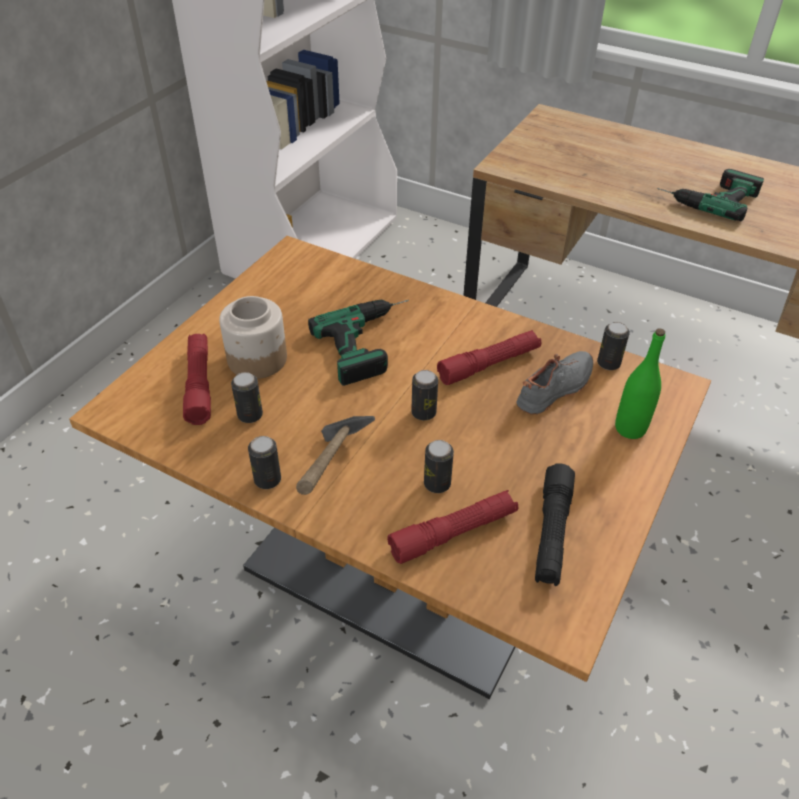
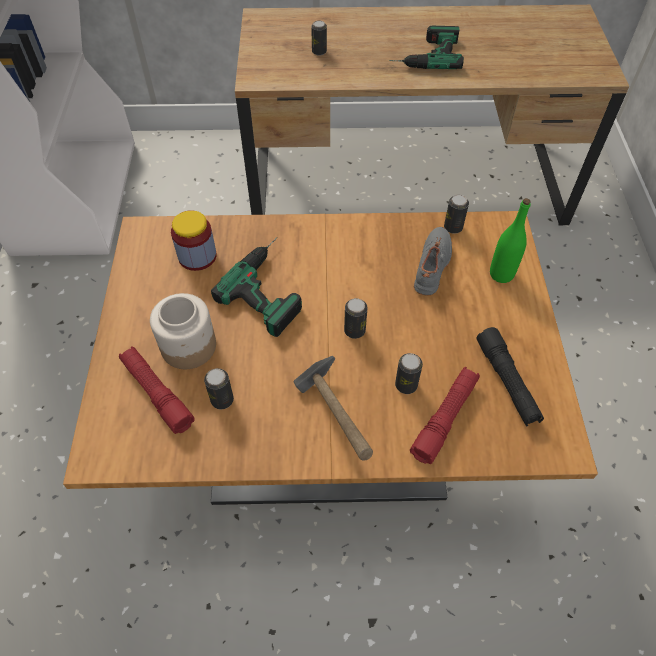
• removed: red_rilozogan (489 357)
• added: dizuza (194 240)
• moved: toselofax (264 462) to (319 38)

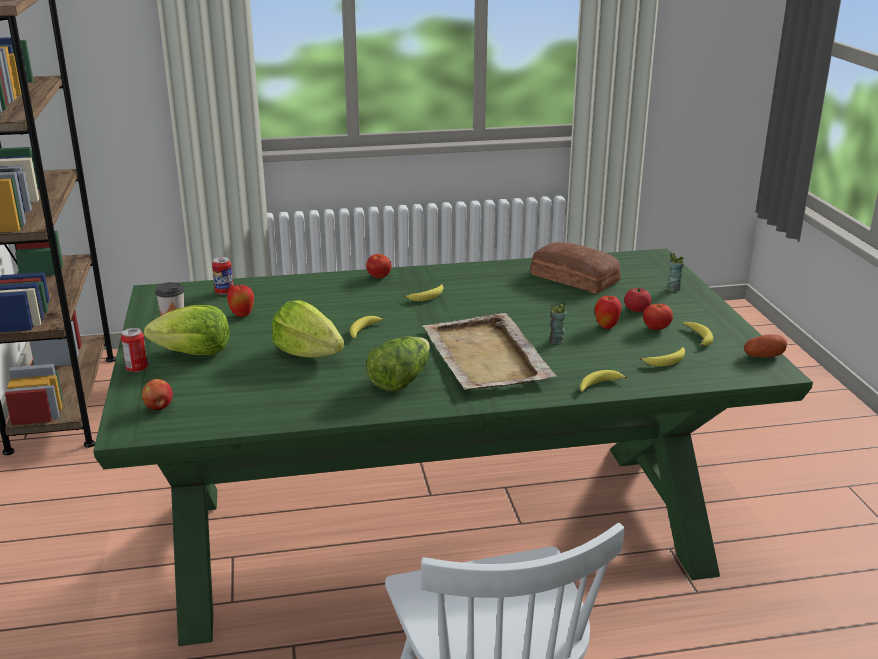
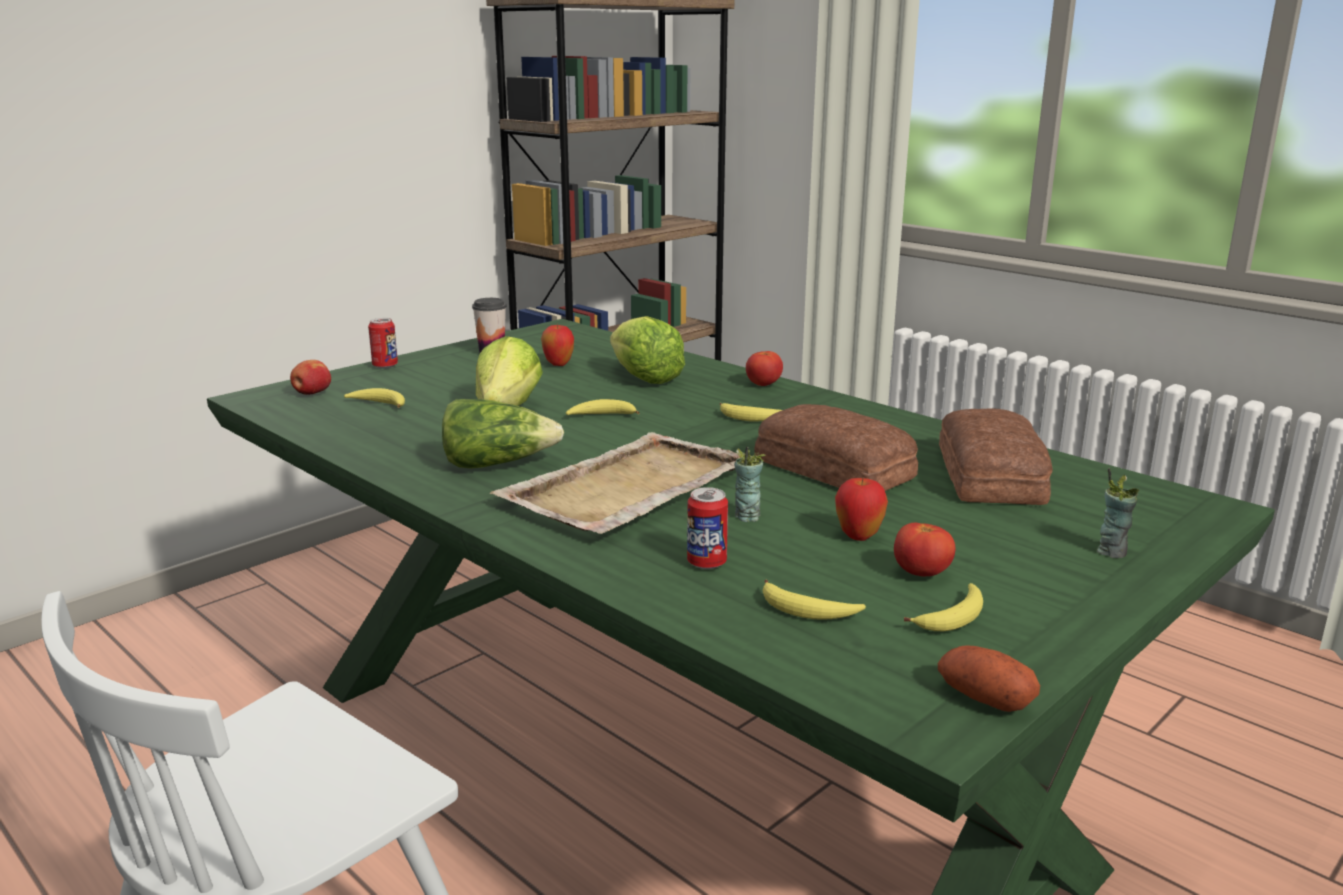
• removed: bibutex (638 300)
• added: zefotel (836 447)
• moved: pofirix (187 330) to (647 350)
• moved: toselofax (222 276) to (707 528)
• moved: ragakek (604 381) to (374 398)

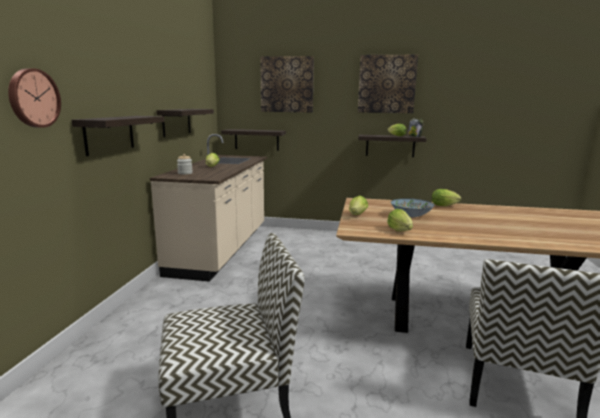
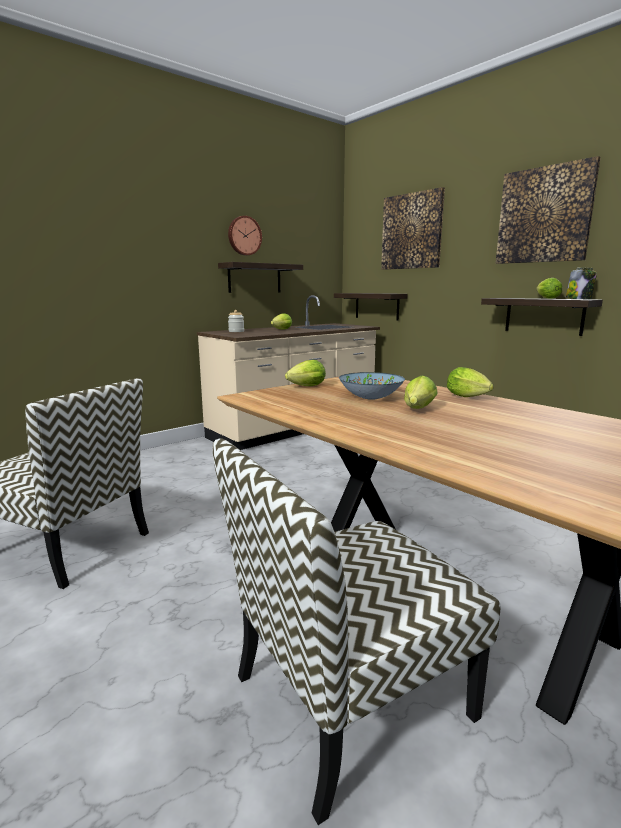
• removed: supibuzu (117 136)
• moved: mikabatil (34 98) to (245 236)
• moved: pofirix (400 220) to (421 392)

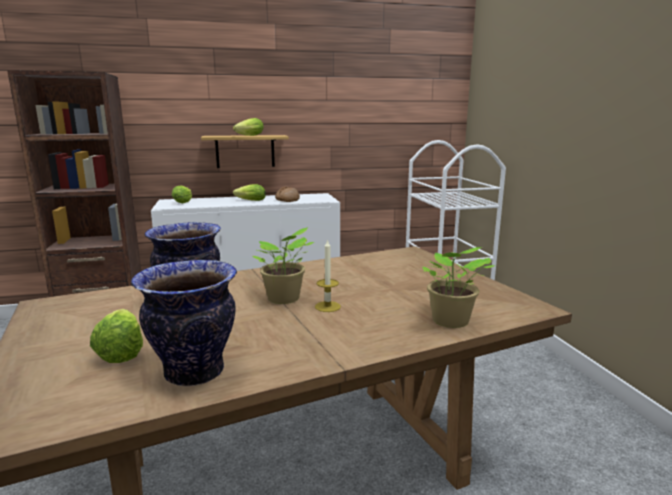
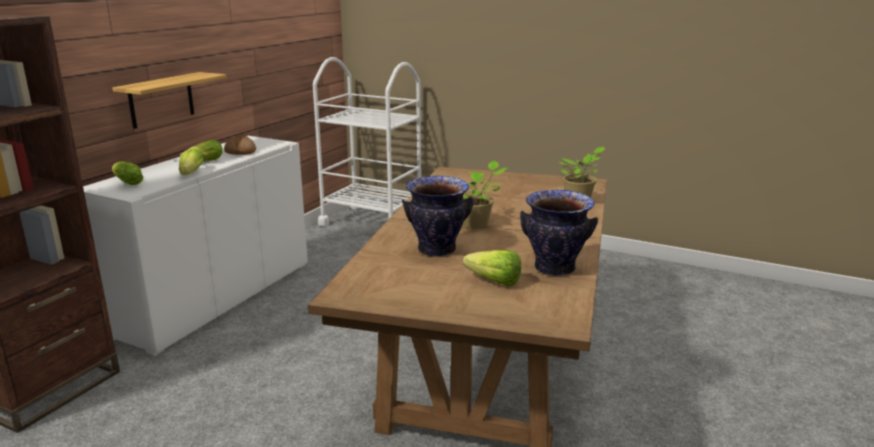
• removed: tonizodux (328 275)
• moved: pofirix (248 127) to (191 162)

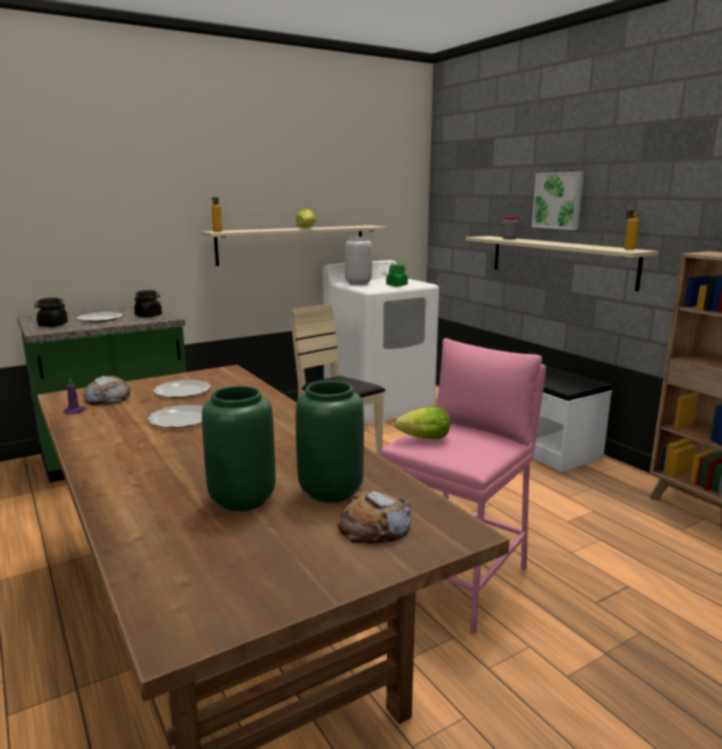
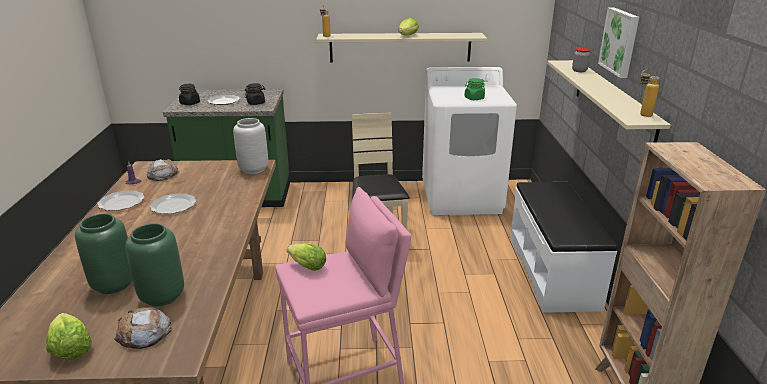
• added: pofirix (69 336)
• moved: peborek (182 389) to (120 200)
• moved: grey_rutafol (358 261) to (250 146)

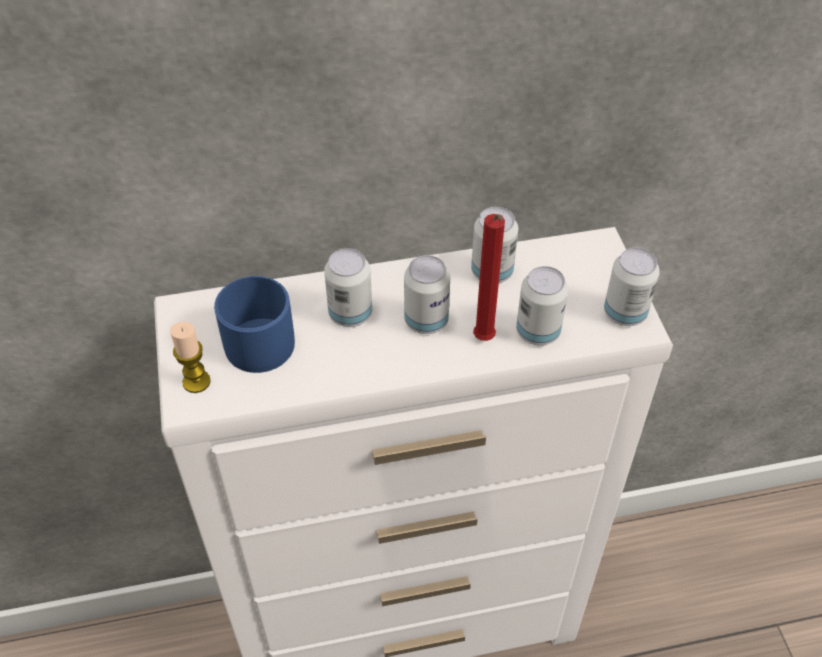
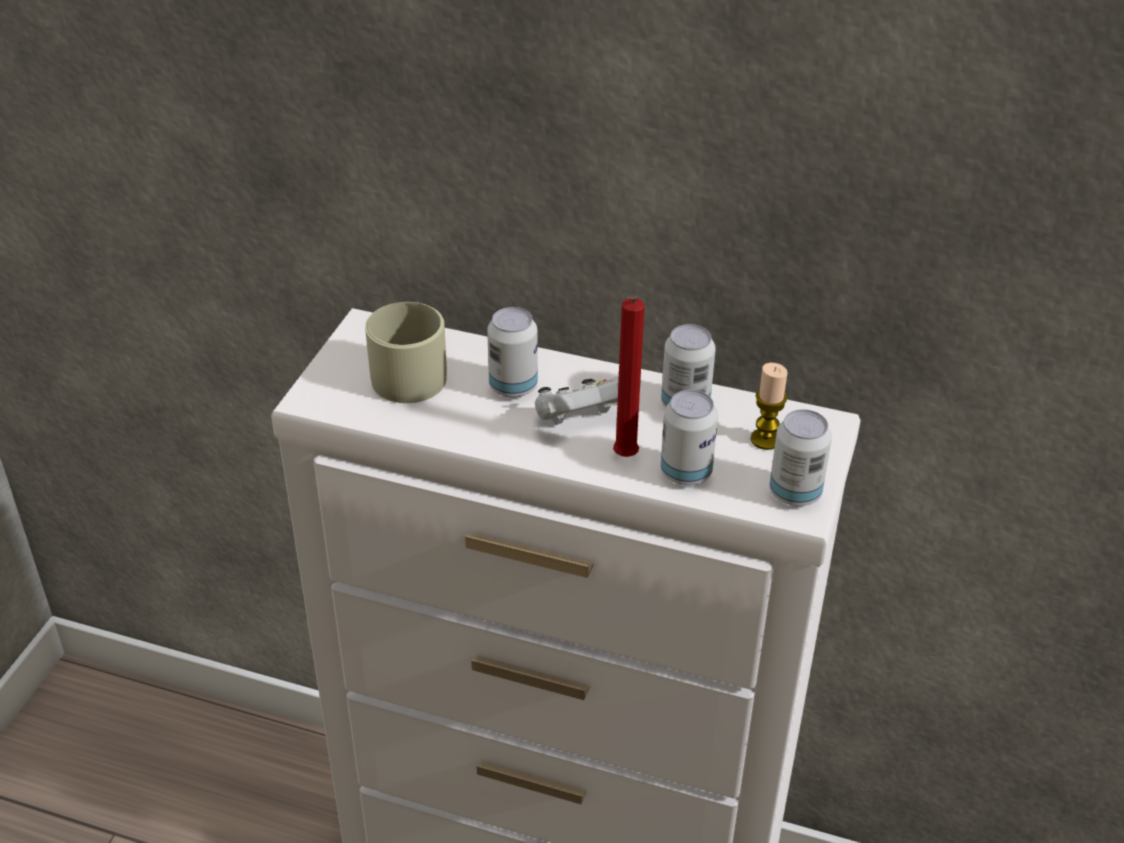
• moved: tonizodux (190 357) to (769 406)
• replaced: toselofax (427 294) to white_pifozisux (577 401)
• recoloured: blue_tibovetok (254 324) to beige_tibovetok (406 352)

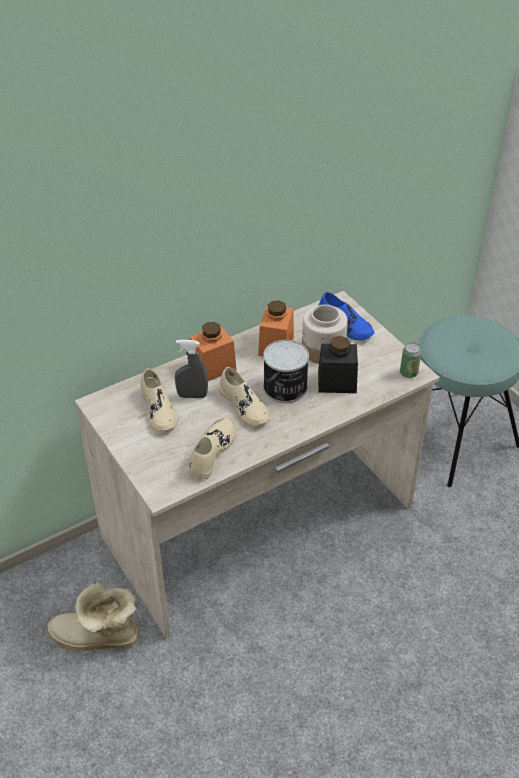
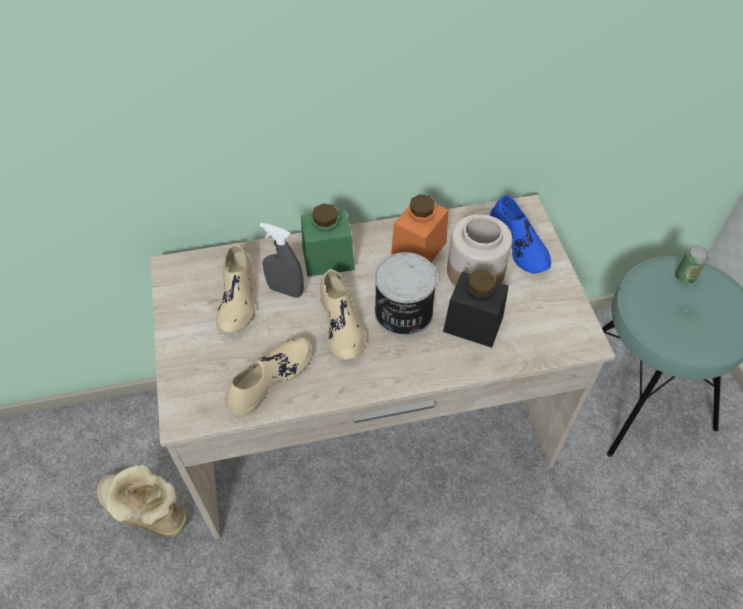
• moved: toselofax (410 360) to (691 264)
• recoloured: orange_dizuza (213 351) to green_dizuza (328 240)

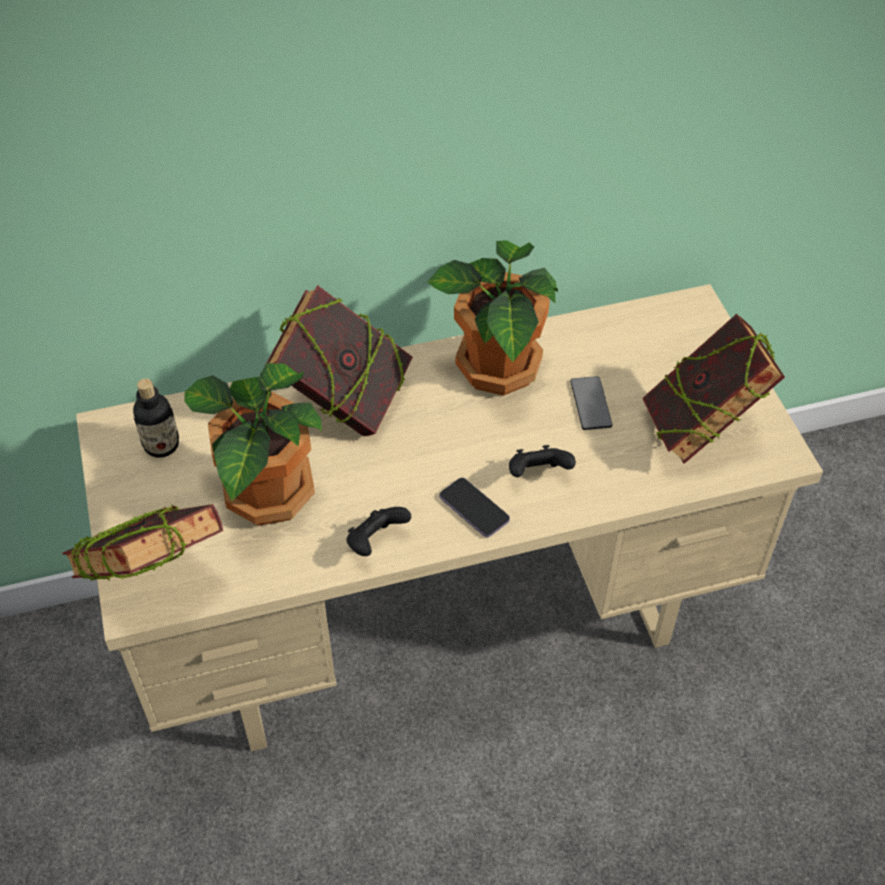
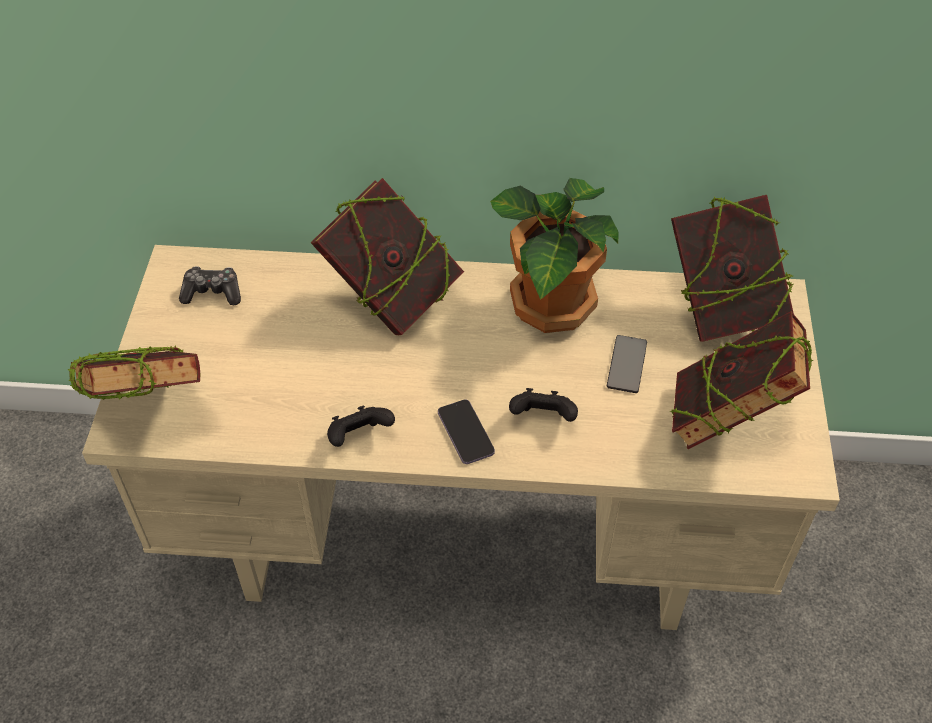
• removed: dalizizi (253 444)
• added: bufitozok (732 268)
• replaced: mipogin (156 418) to pifozisux (210 285)

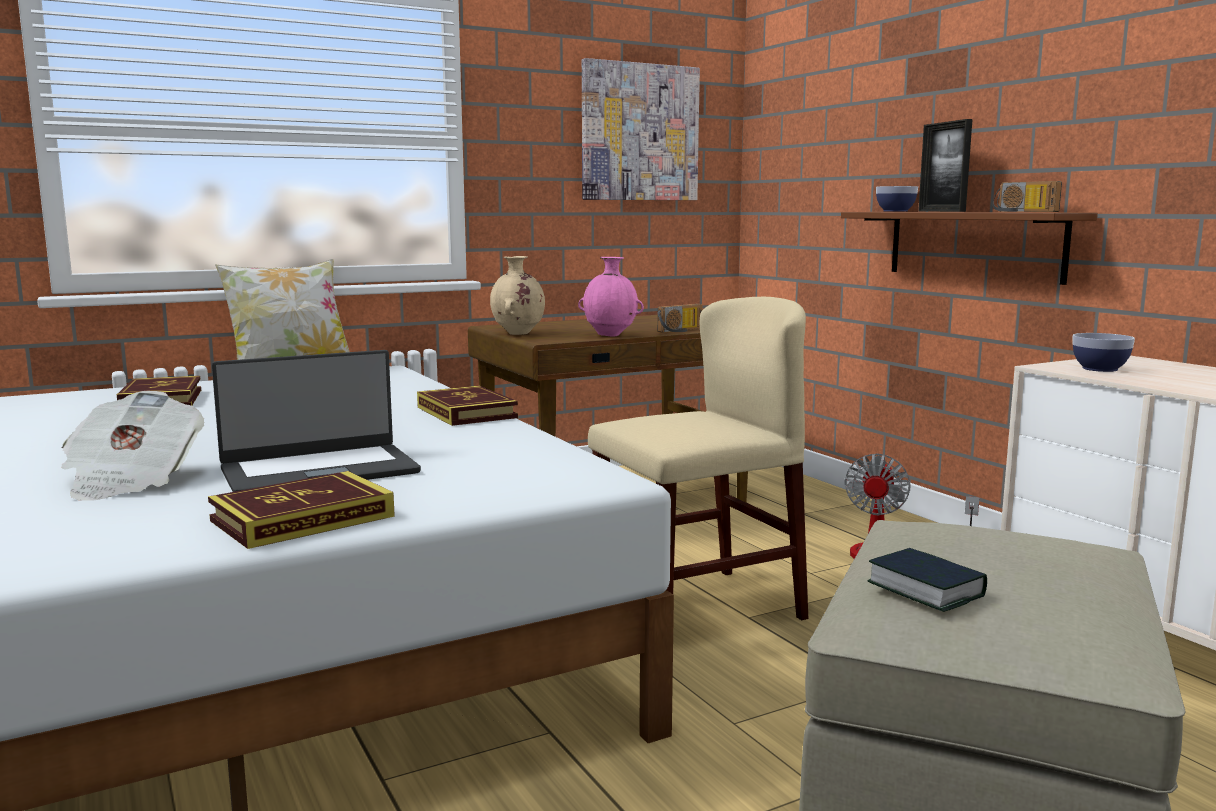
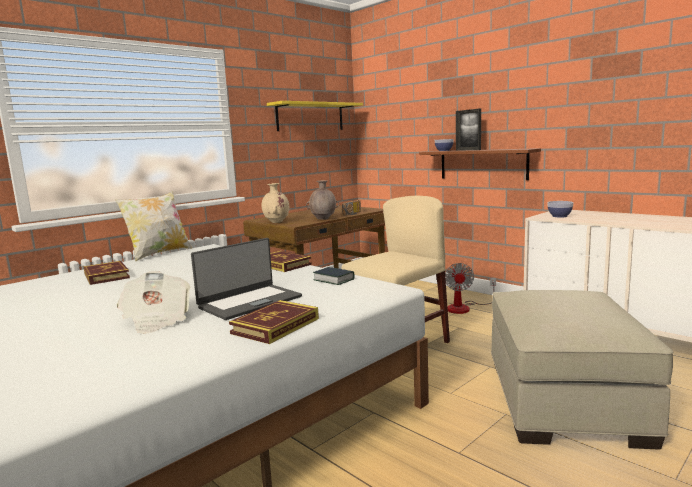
• removed: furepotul (1027 196)
• moved: bufitozok (927 580) to (333 276)
• replaced: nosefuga (641 129) to yellow_supibuzu (315 116)
• recoloured: pink_rutafol (611 296) to brown_rutafol (322 200)

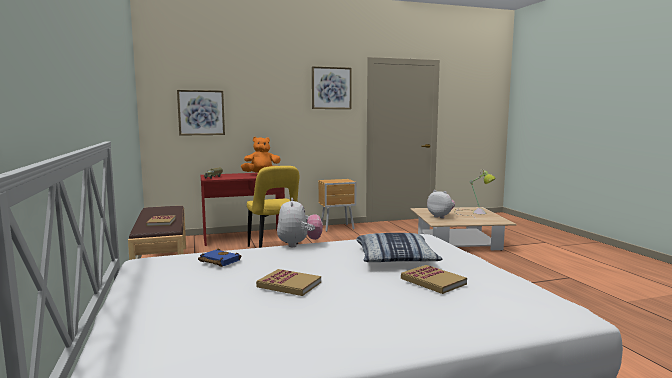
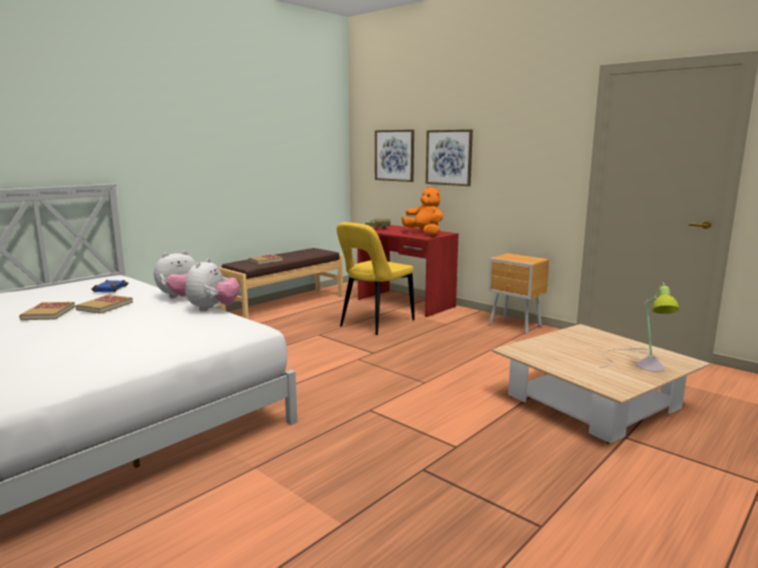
• removed: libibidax (399 247)
• moved: nosefuga (332 87) to (449 157)
• moved: bufitozok (434 279) to (104 304)
• moved: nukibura (441 204) to (212 284)

